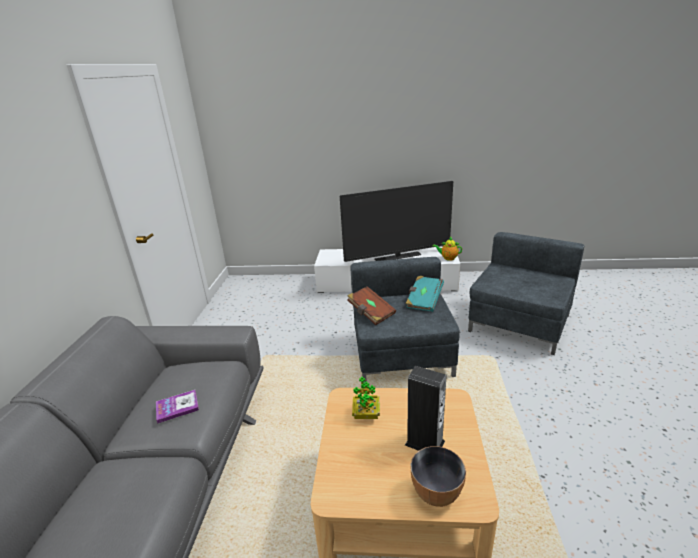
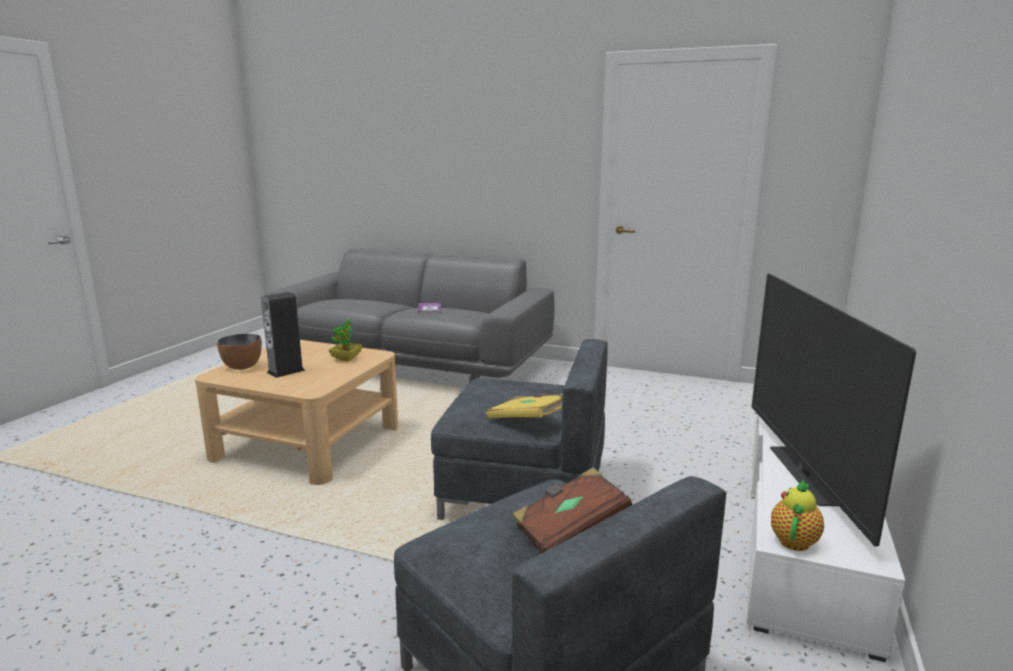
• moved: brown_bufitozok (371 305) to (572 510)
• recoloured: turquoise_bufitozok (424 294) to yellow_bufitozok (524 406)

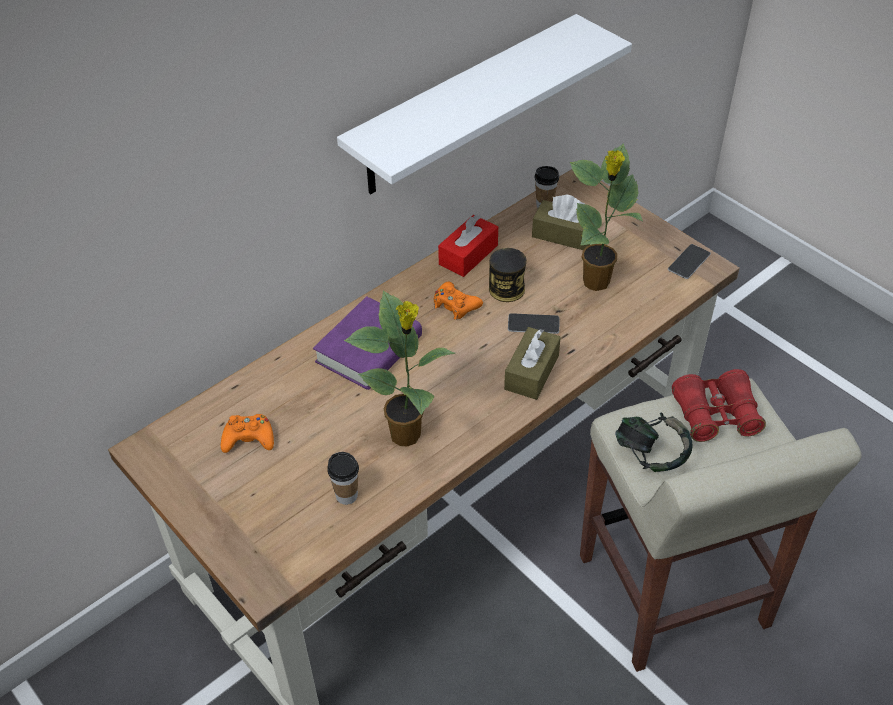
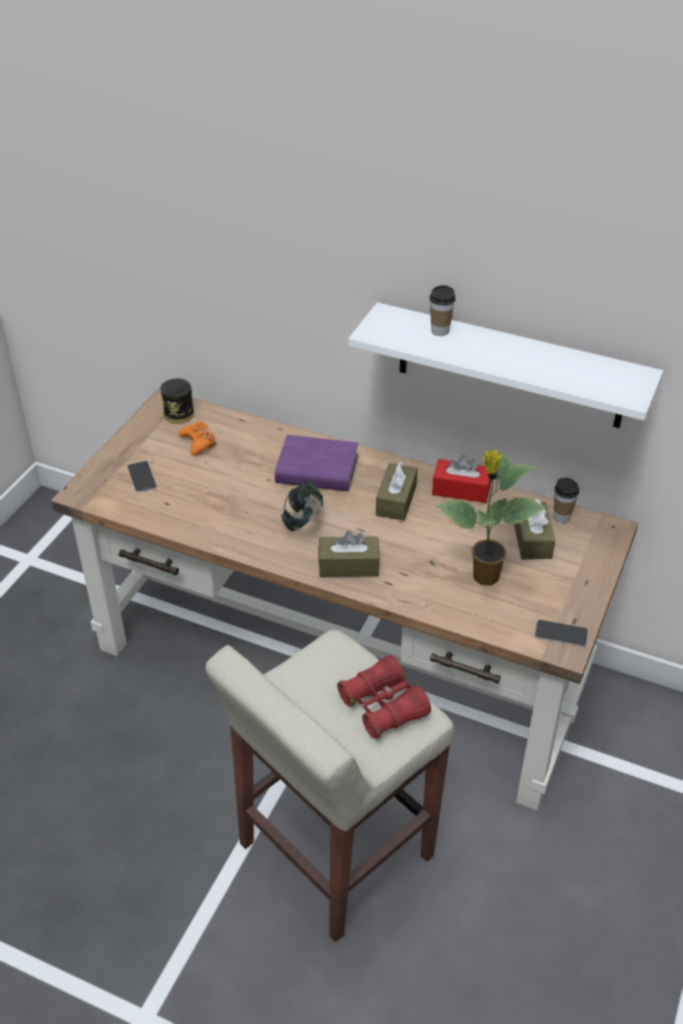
• removed: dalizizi (399 368)
• moved: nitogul (343 478) to (442 310)
• moved: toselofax (508 275) to (177 401)
• moved: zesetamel (533 323) to (142 476)
• moved: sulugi (653 442) to (302 506)
• replaced: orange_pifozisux (458 301) to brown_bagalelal (397 491)

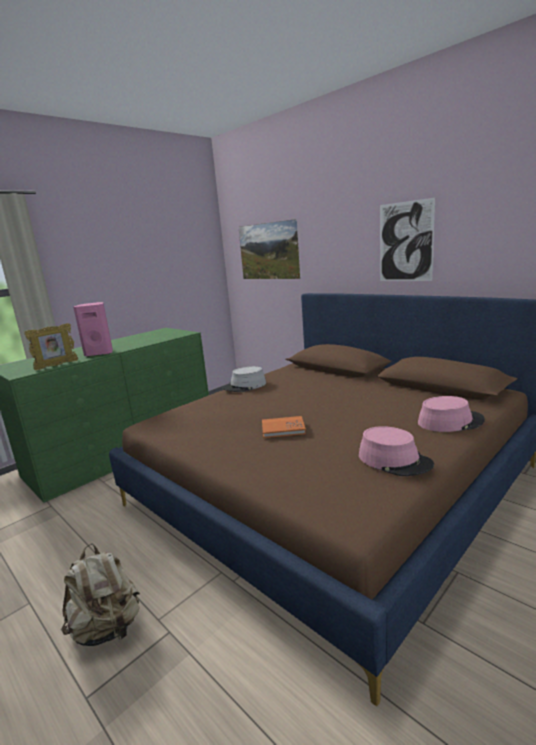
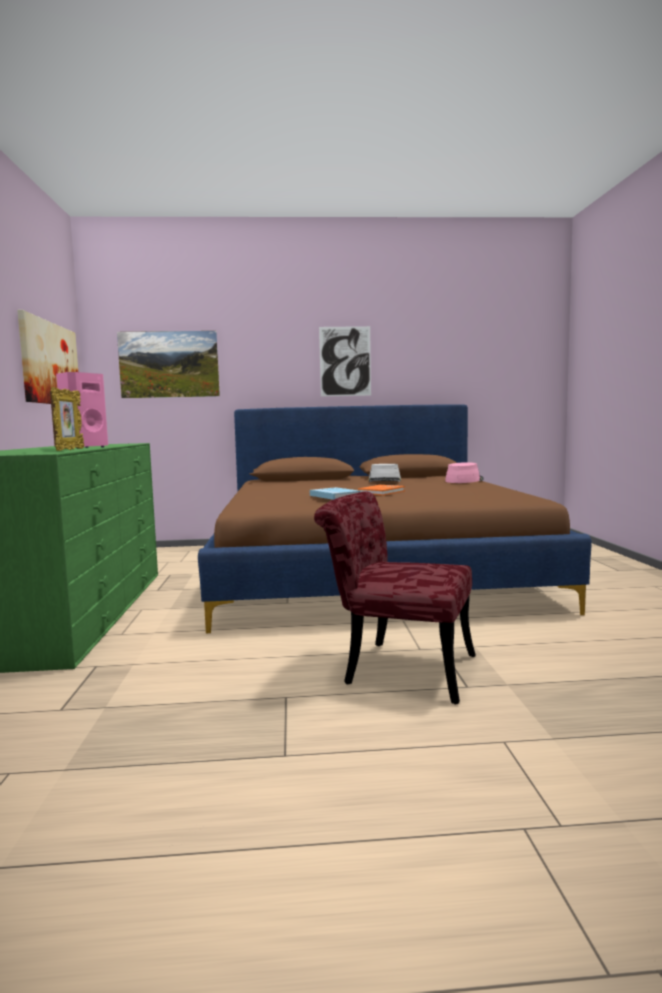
• removed: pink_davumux (396 451)
• added: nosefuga (47 357)
• added: blue_bufitozok (335 493)
• moved: grey_davumux (244 379) to (384 473)
• replaced: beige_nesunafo (100 594) to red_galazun (395 597)

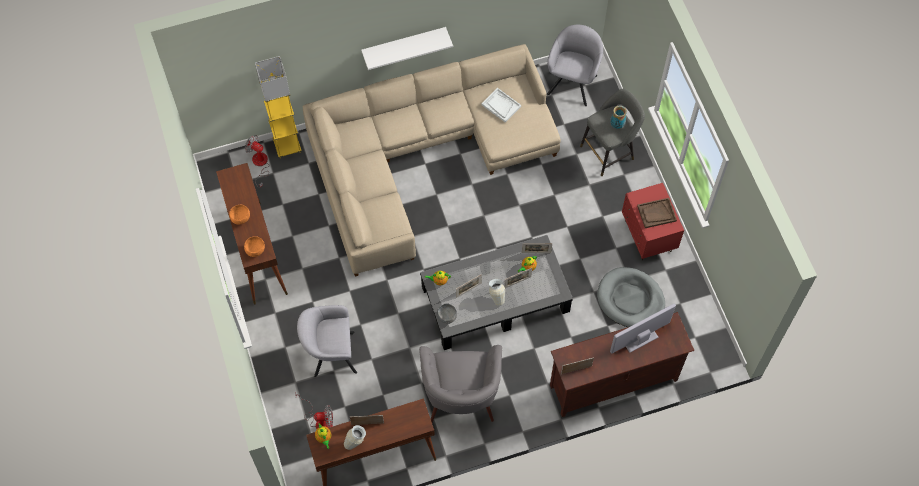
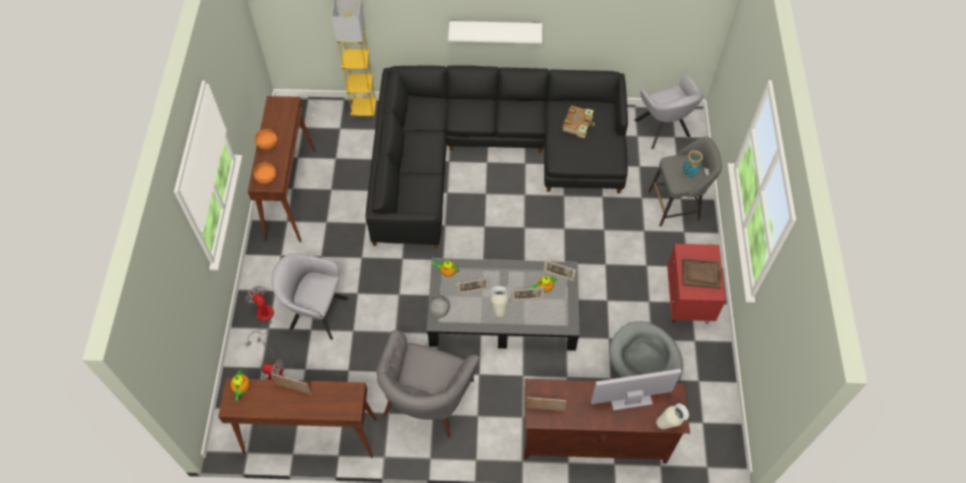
• moved: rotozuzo (257 162) to (259 316)
• moved: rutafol (355 437) to (672 416)
• replaced: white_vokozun (501 105) to bufitozok (578 121)
• recoloured: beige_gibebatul (432 160) to black_gibebatul (497 156)
• turned: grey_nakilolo (575 65) = (668 112) 120 degrees clockwise

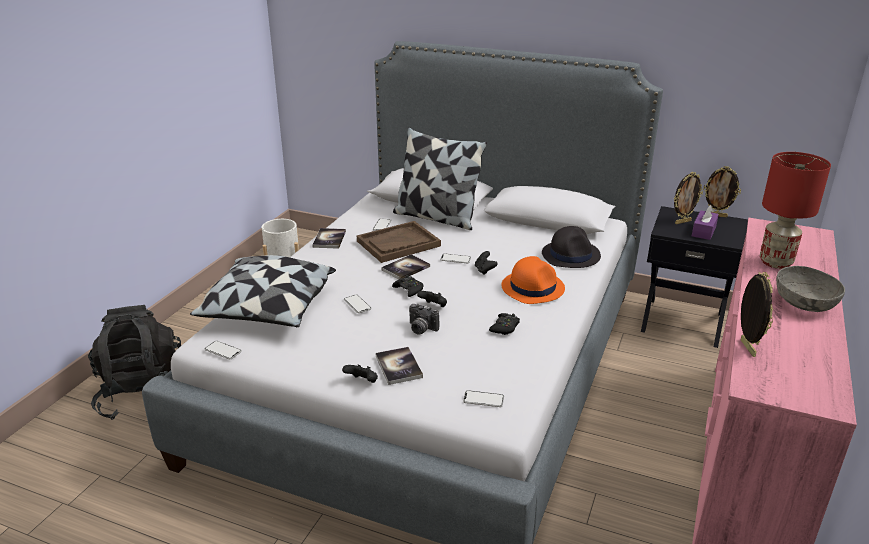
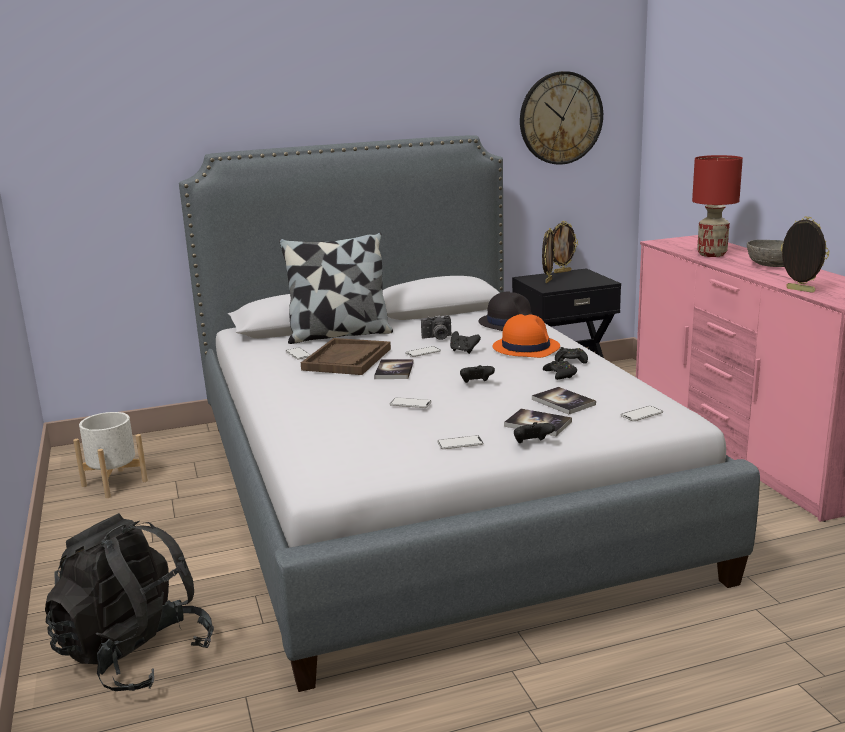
• removed: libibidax (263 291)
• removed: purple_bagalelal (705 222)
• added: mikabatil (561 118)
• moved: zesetamel (223 350) to (460 442)
• moved: bufitozok (329 238) to (564 400)
• moved: black_pifozisux (408 286) to (571 355)
• moved: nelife (424 319) to (436 327)

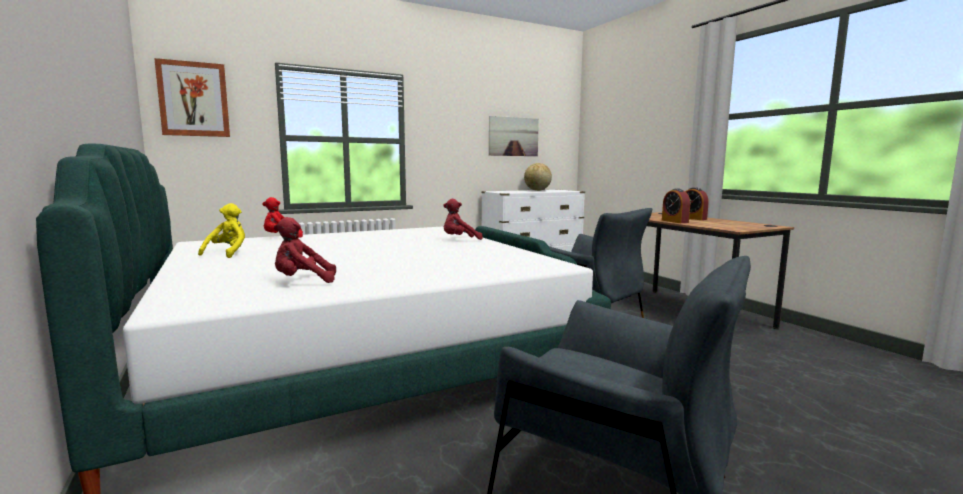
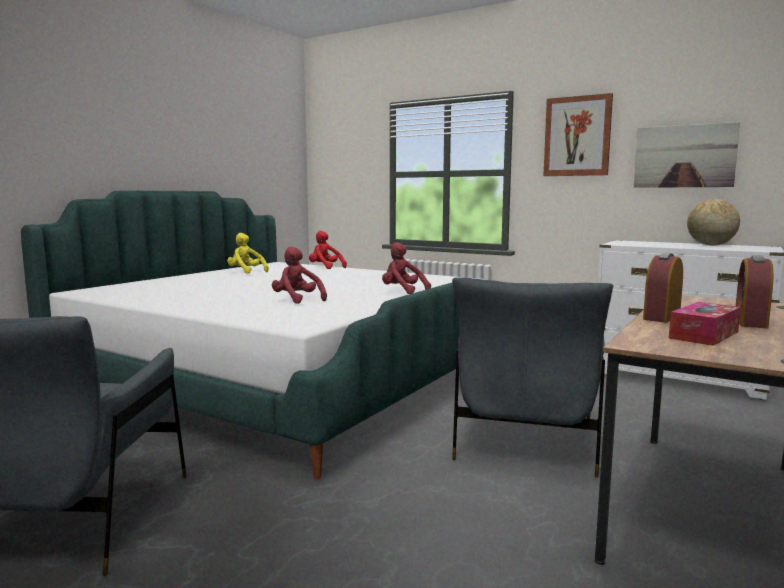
• added: bagalelal (705 324)
• moved: nosefuga (192 97) to (578 134)
• moved: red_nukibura (305 250) to (299 275)
• turned: yellow_nukibura (221 230) = (248 253) 120 degrees counterclockwise

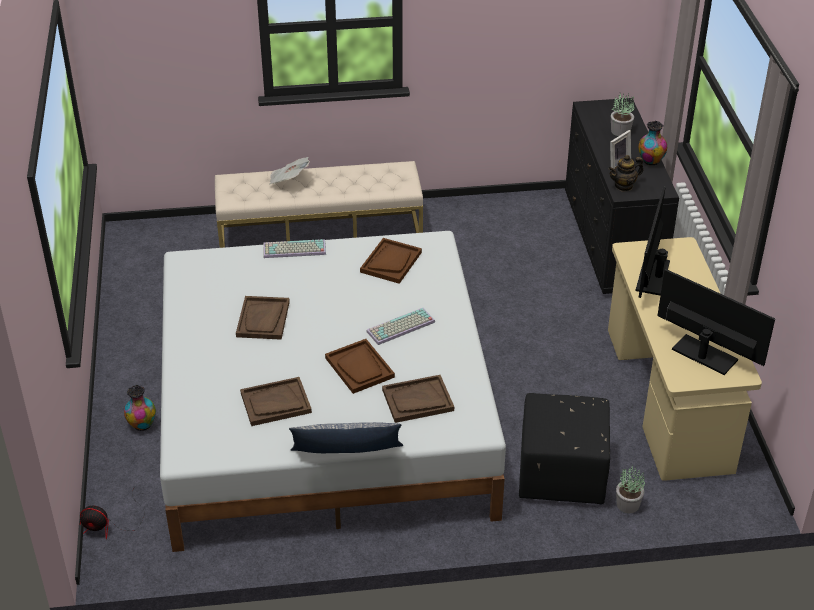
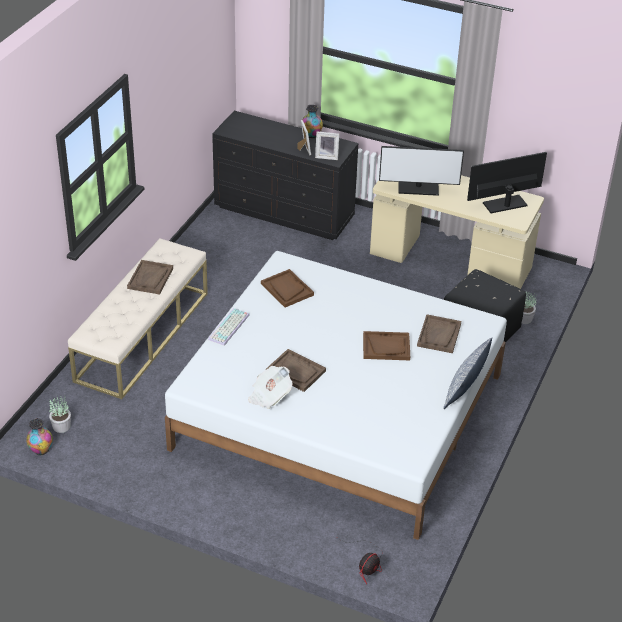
• removed: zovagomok (400 326)
• moved: rutafol (140 408) to (39 436)
• moved: brown_vokozun (276 401) to (150 277)
• moved: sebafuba (289 171) to (270 387)
• moved: dalizizi (622 114) to (60 414)
• replaced: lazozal (625 173) to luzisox (327 145)
• turned: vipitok (652 242) = (421 171) 45 degrees counterclockwise

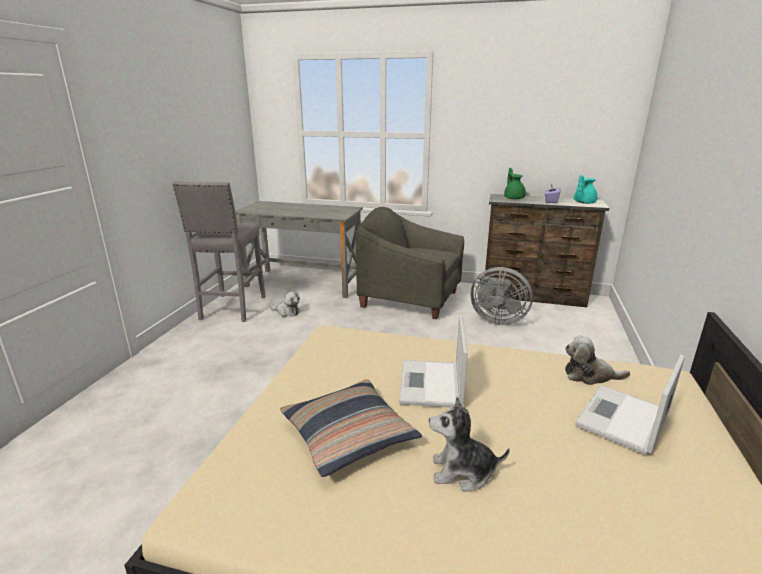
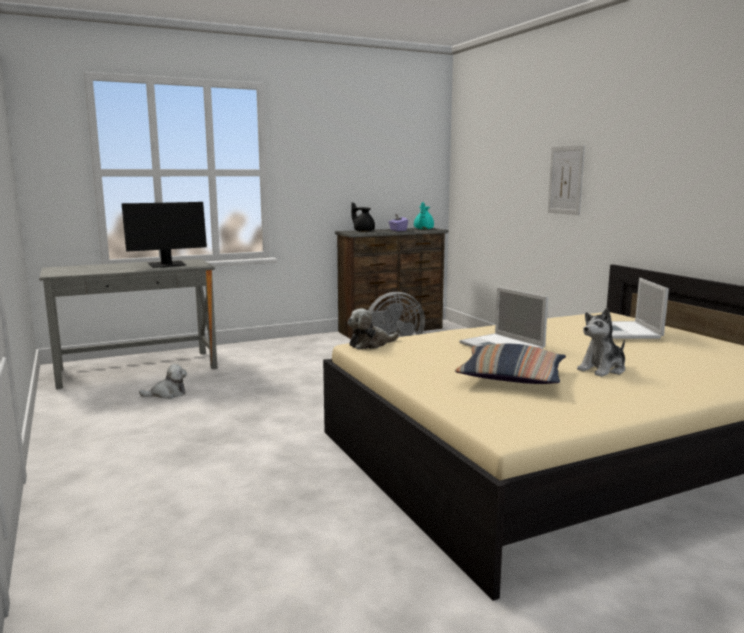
• removed: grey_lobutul (218 251)
• removed: grey_nakilolo (410 263)
• added: vipitok (164 235)
• added: nosefuga (566 180)
• moved: nukibura (597 360) to (373 329)
• recoloured: green_lazozal (515 183) to black_lazozal (363 217)

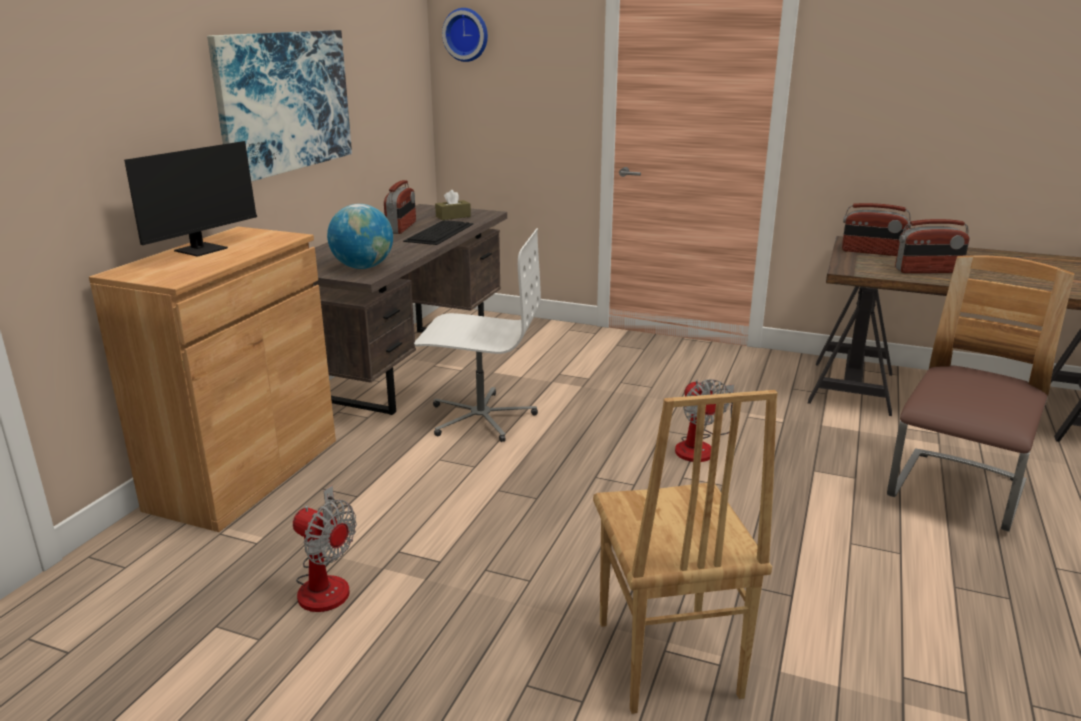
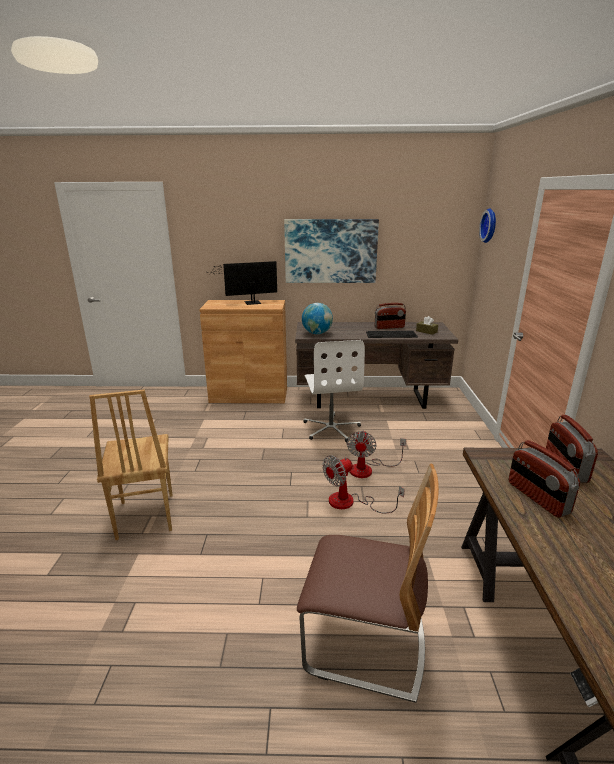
• moved: rotozuzo (325 549) to (376 454)
• turned: vipitok (202 199) = (242 283) 150 degrees clockwise
• turned: brown_galazun (685 552) = (130 465) 75 degrees counterclockwise

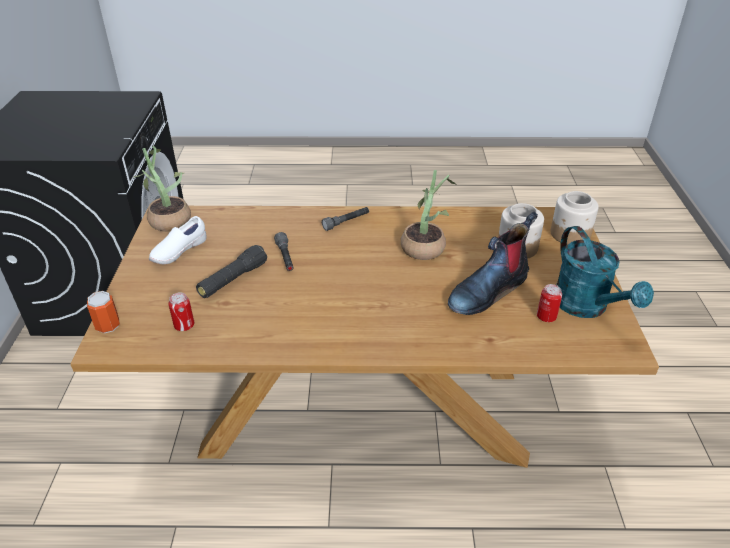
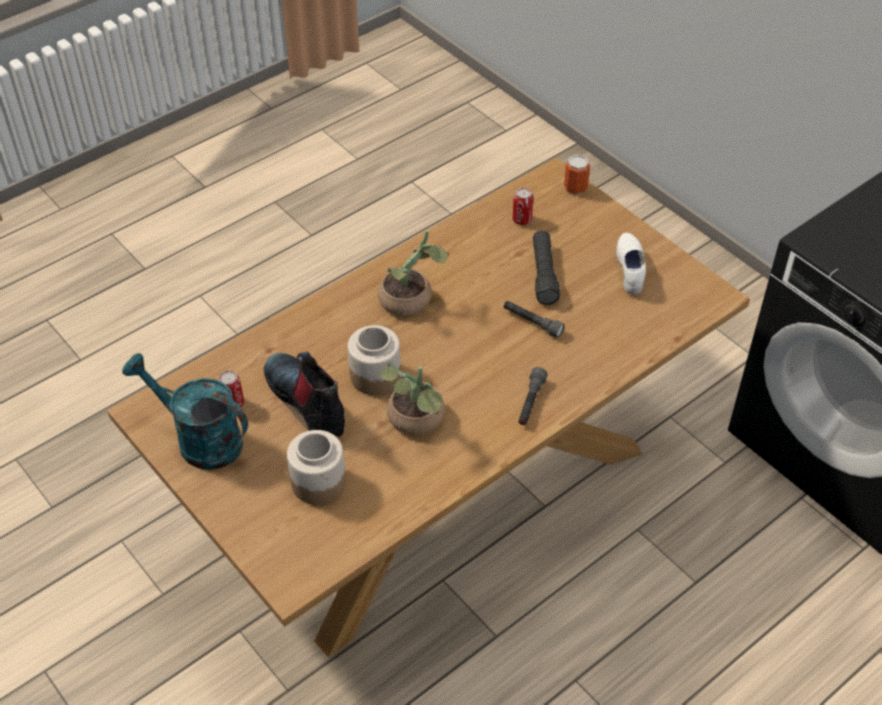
• moved: dalizizi (162 189) to (414 273)
• moved: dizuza (575 218) to (374 360)
• turned: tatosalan (493 263) = (304 394) 45 degrees counterclockwise

